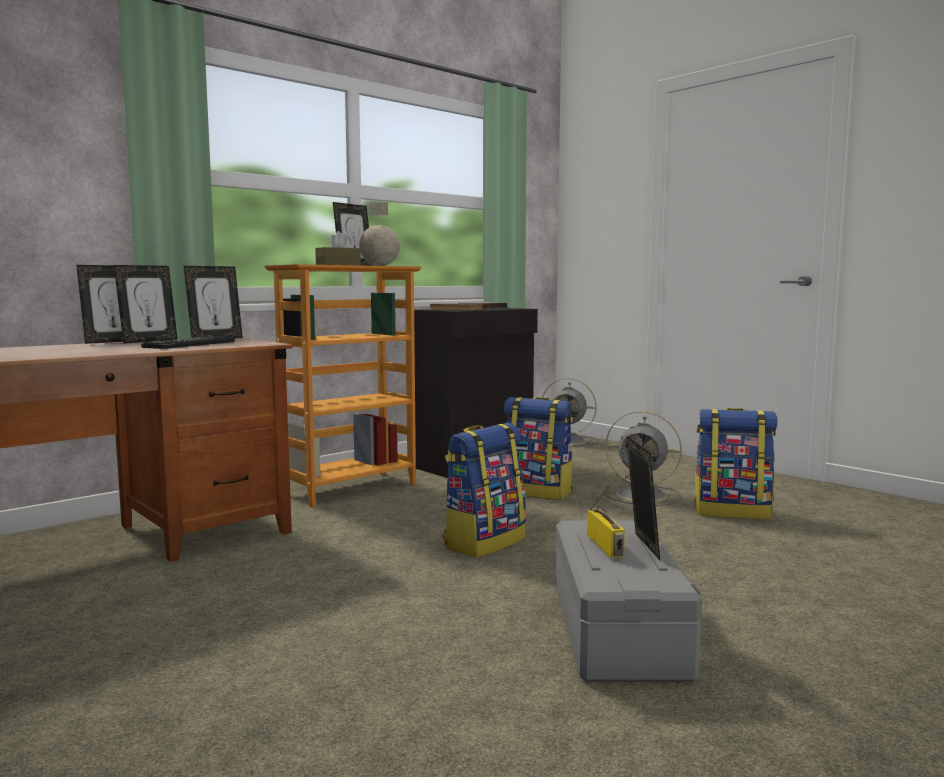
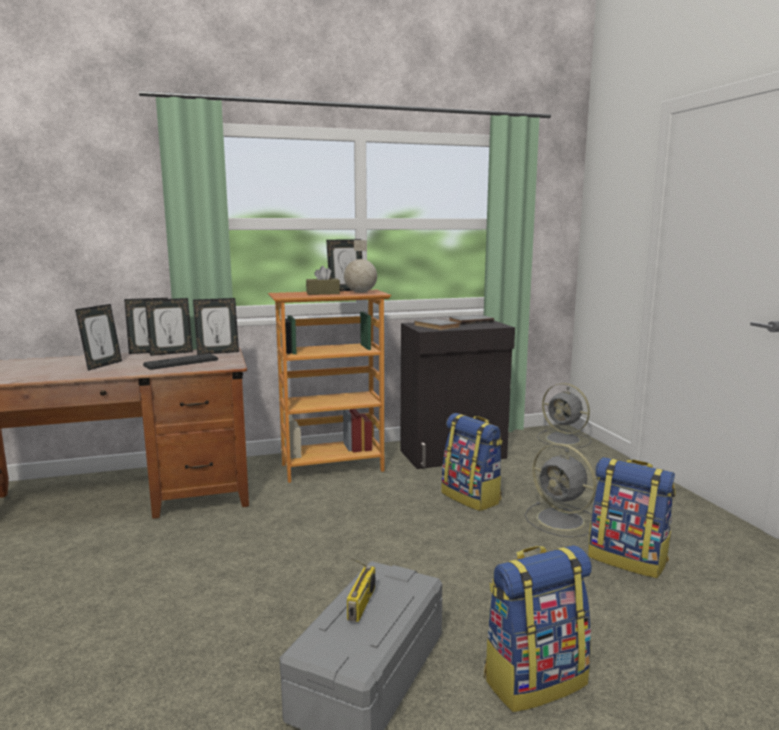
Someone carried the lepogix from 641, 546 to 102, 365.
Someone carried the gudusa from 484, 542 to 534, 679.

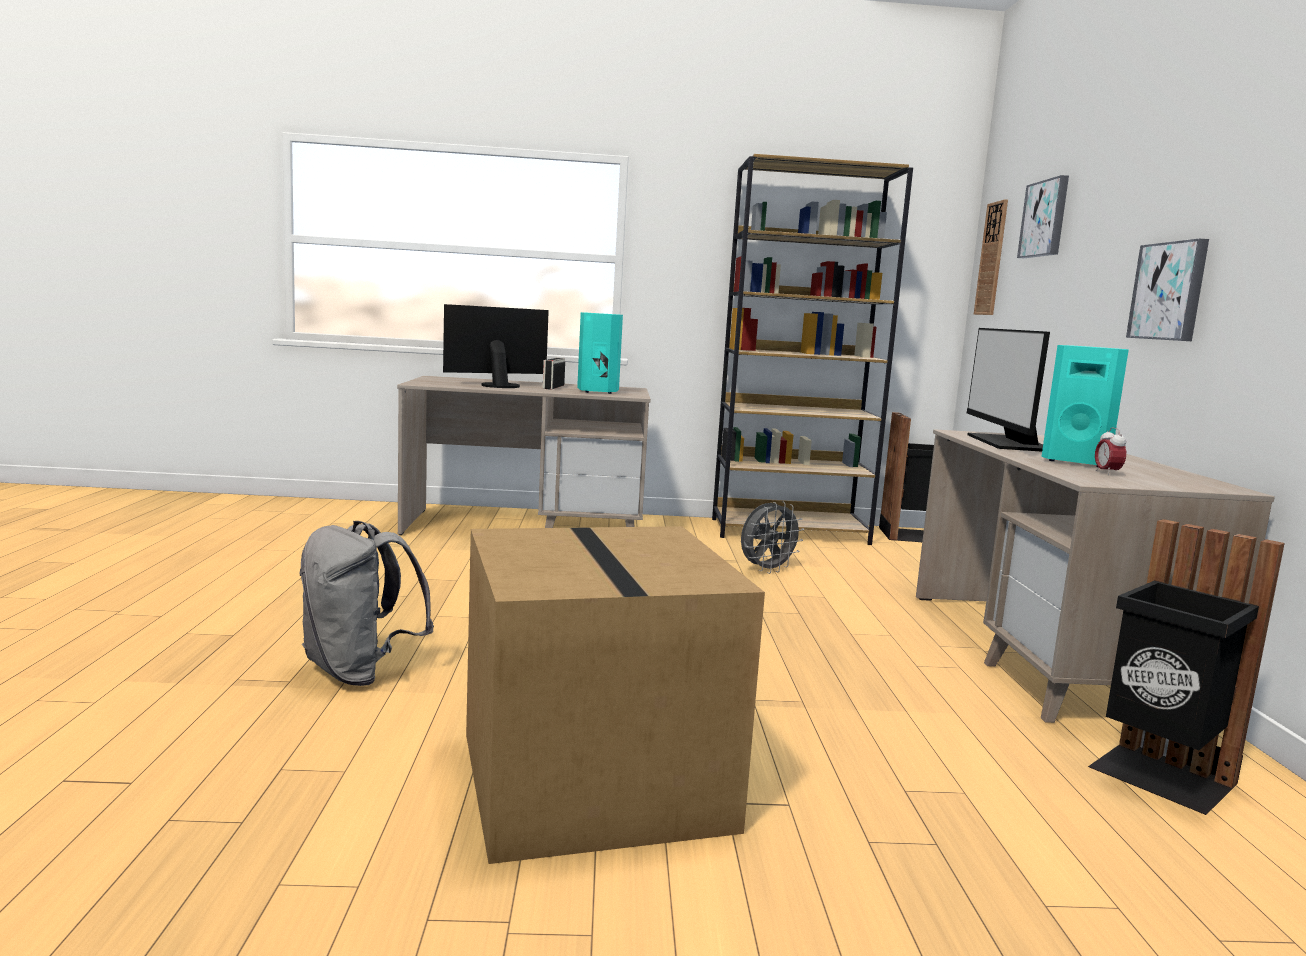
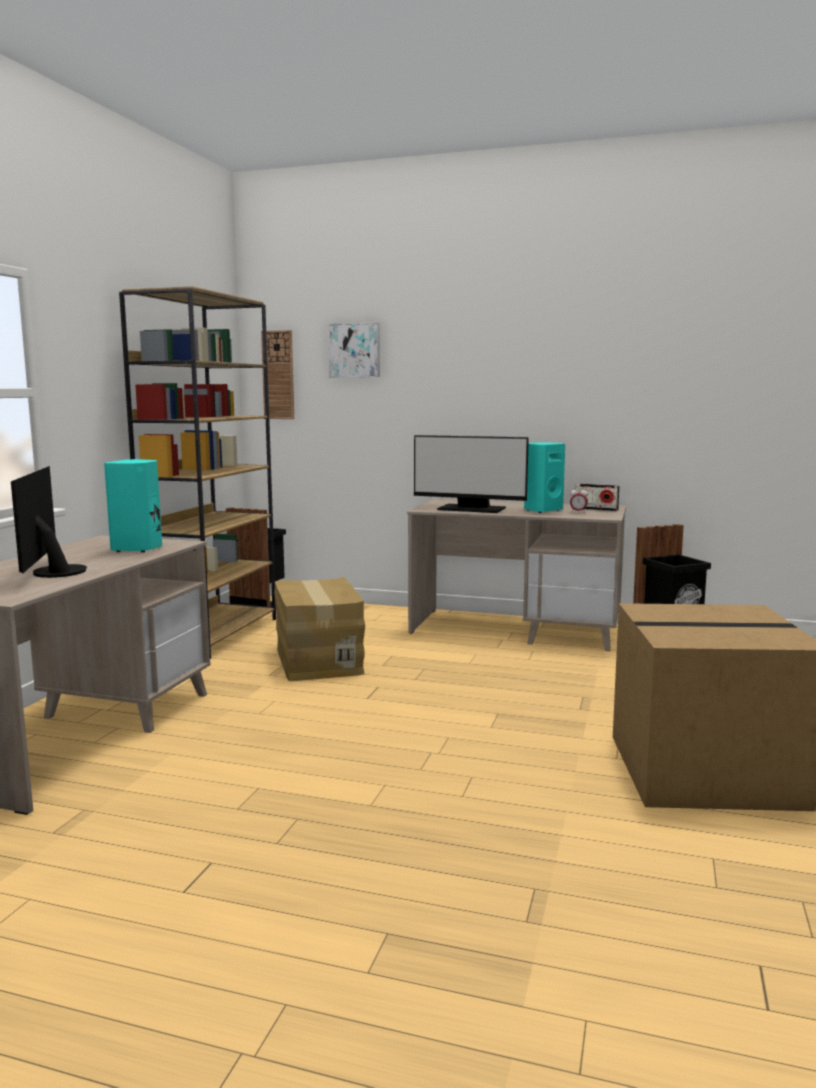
Someone swapped the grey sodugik at 767, 570 for the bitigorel at 317, 660.
Someone carried the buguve from 553, 387 to 595, 509.
Someone took away the grey gudusa at 359, 672.
Someone took away the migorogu at 1169, 291.

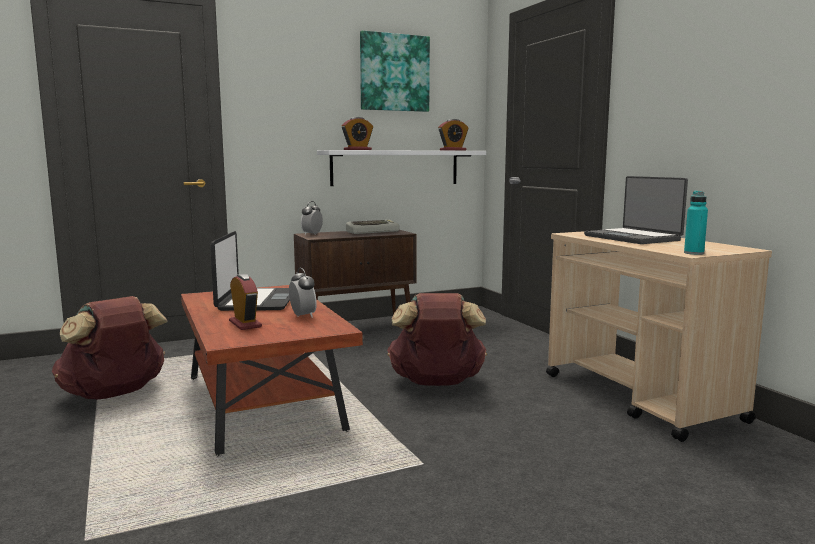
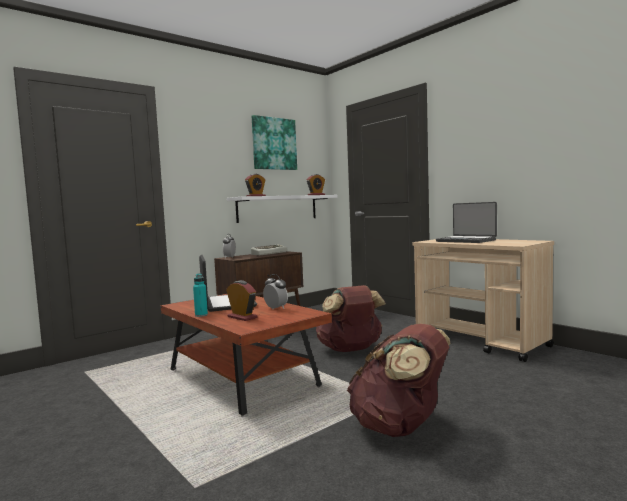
Someone carried the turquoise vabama from 693, 253 to 201, 315.
Someone carried the brown gudusa from 115, 394 to 400, 427.

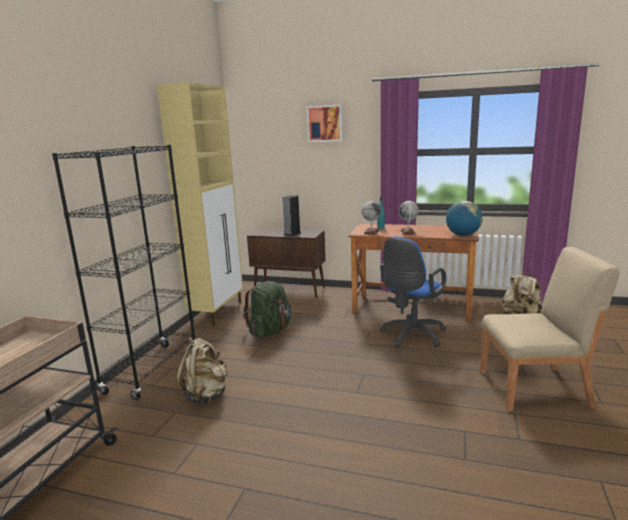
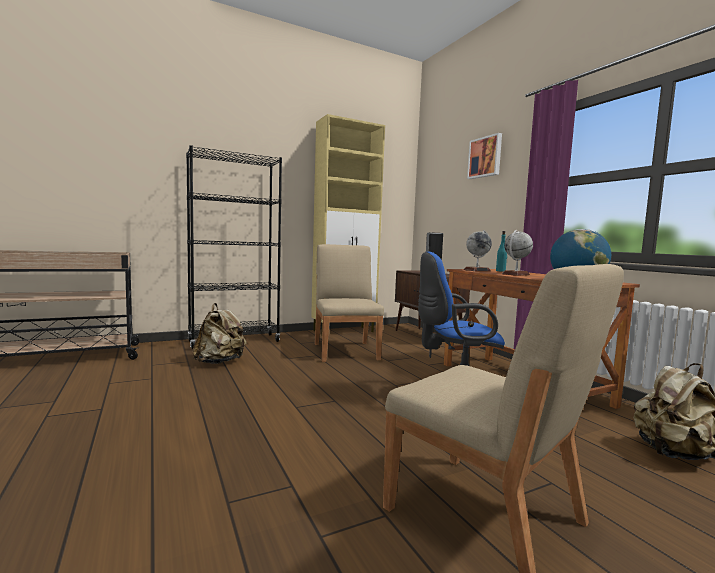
Someone swapped the green gudusa at 270, 331 for the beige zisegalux at 346, 351.

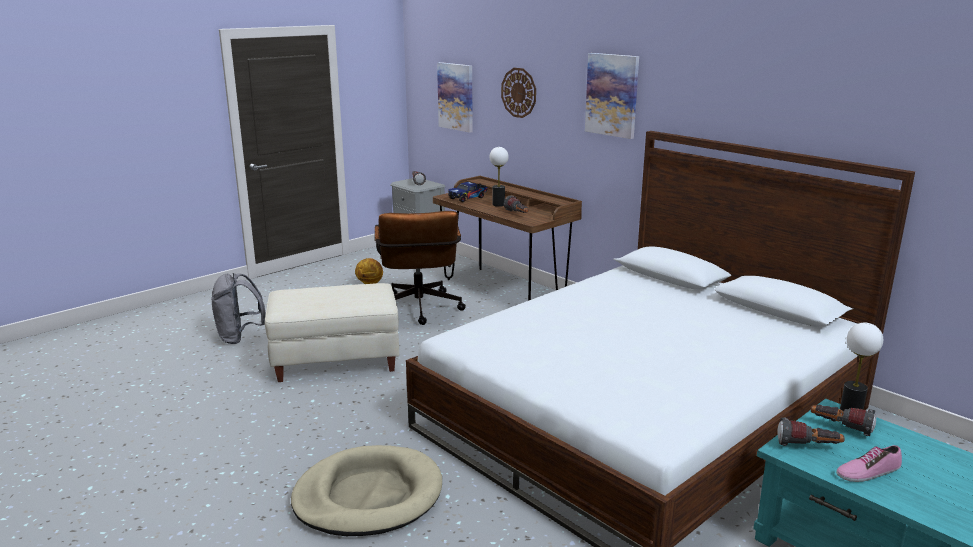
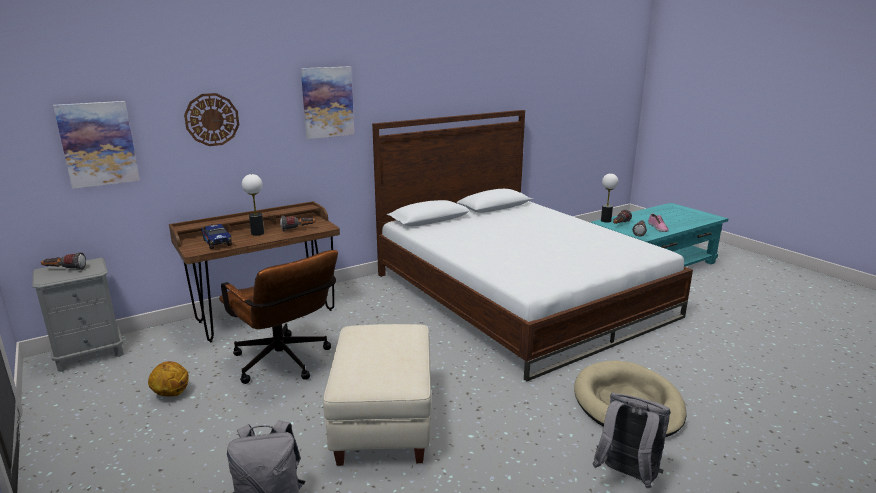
Someone rotated the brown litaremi at 419, 311 by 45 degrees clockwise.
Someone put down the grey gudusa at 626, 476.

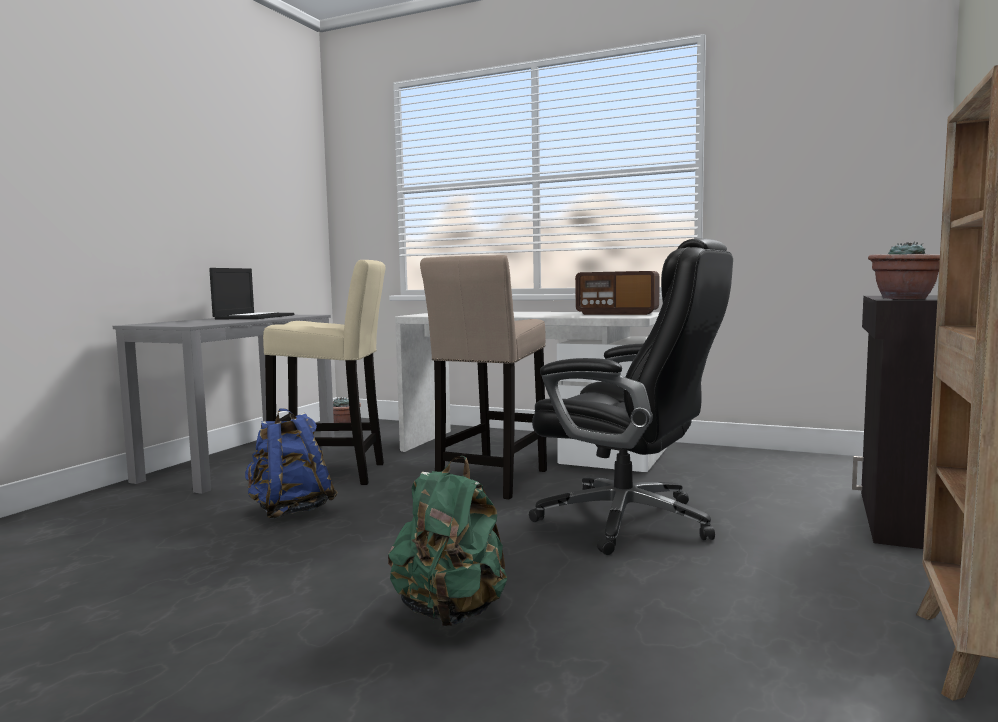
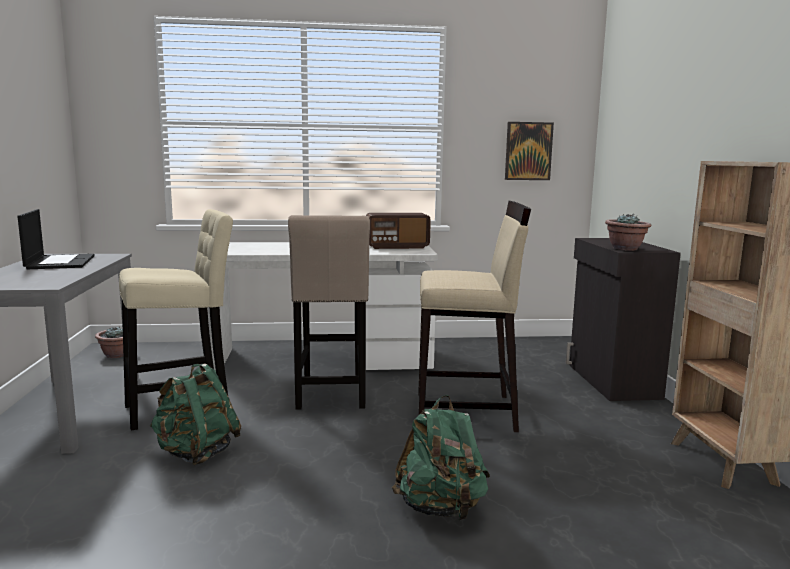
Someone repainted the blue gudusa at 290, 511, which became the green gudusa at 196, 453.
Someone swapped the black litaremi at 629, 521 for the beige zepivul at 466, 412.
Someone put up the migorogu at 528, 151.

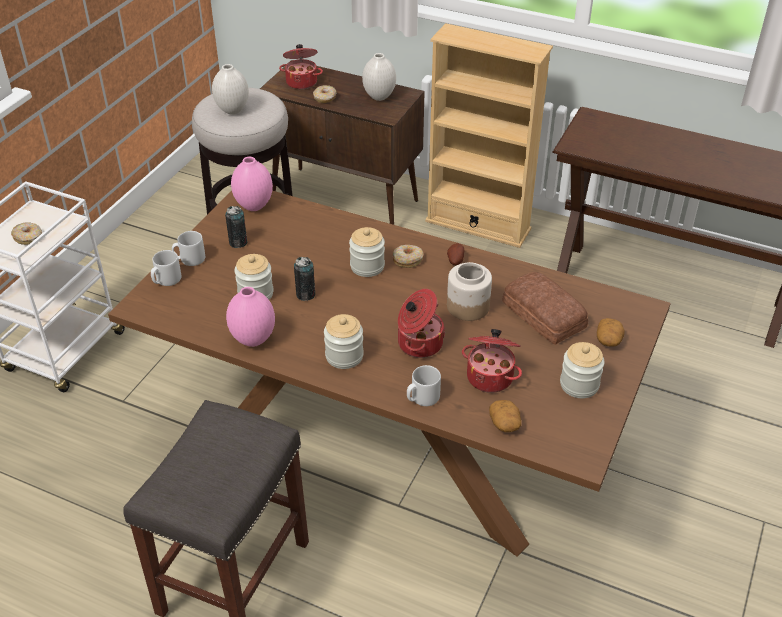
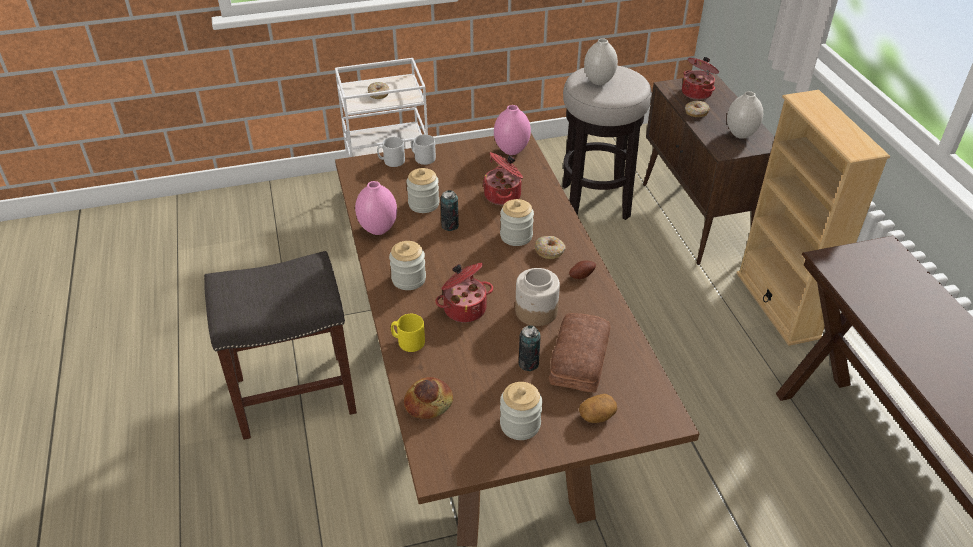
Someone repainted the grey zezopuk at 422, 398, which became the yellow zezopuk at 408, 342.
Someone swapped the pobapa at 505, 423 for the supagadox at 428, 402.
Someone carried the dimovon from 490, 376 to 503, 195.
Someone carried the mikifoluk from 238, 243 to 528, 363.

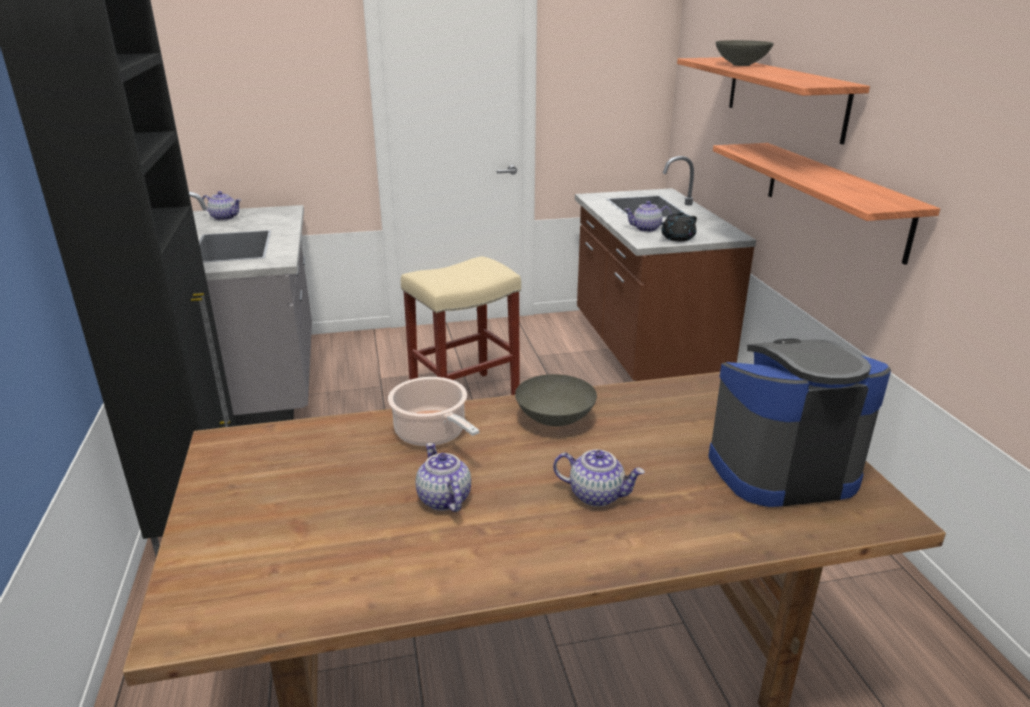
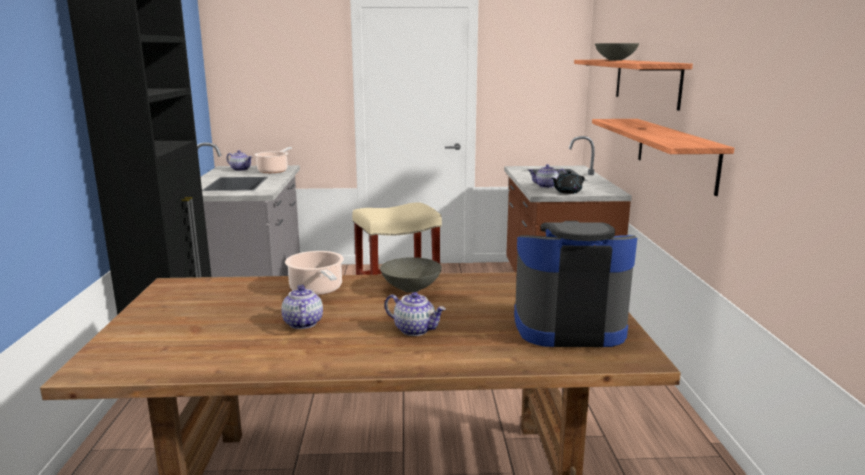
Someone put down the dimovon at 274, 171.

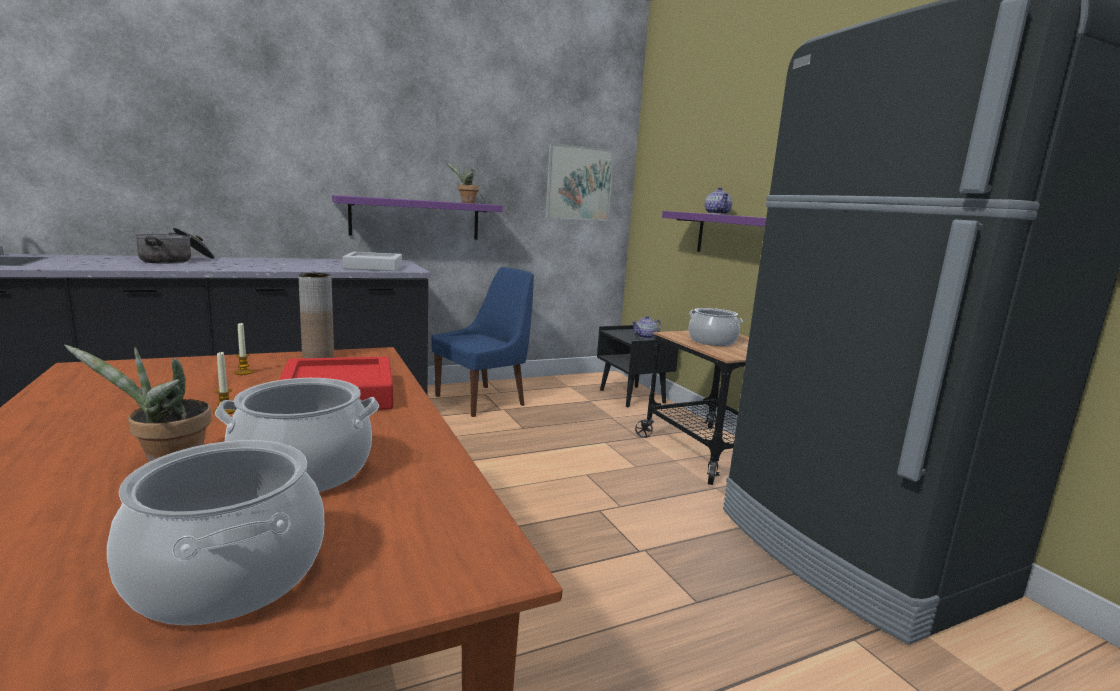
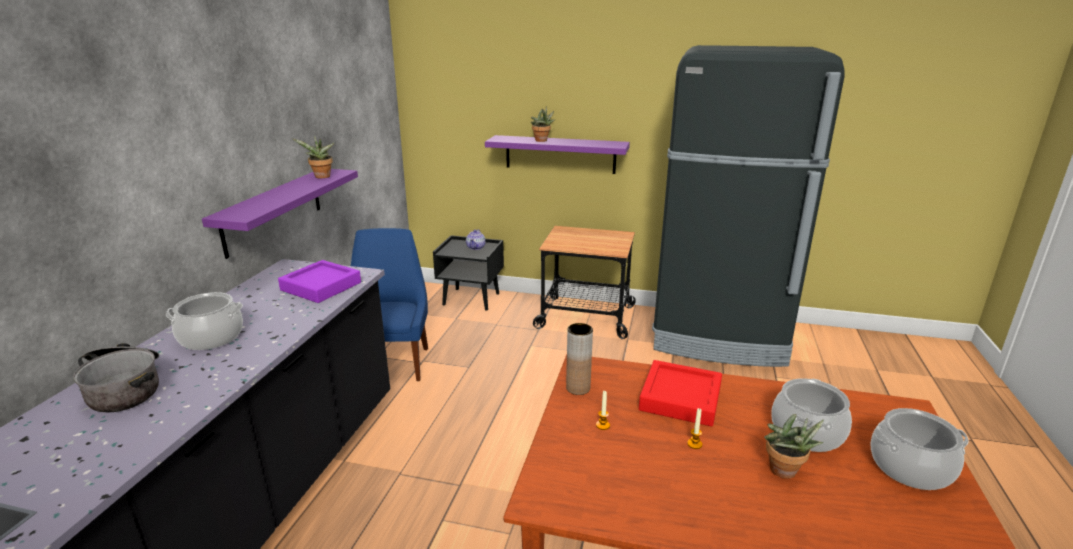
Someone carried the dimovon from 711, 341 to 211, 338.
Someone repainted the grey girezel at 373, 267, which became the purple girezel at 321, 286.
Someone swapped the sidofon at 717, 214 for the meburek at 542, 141.
Someone took away the migorogu at 579, 183.

